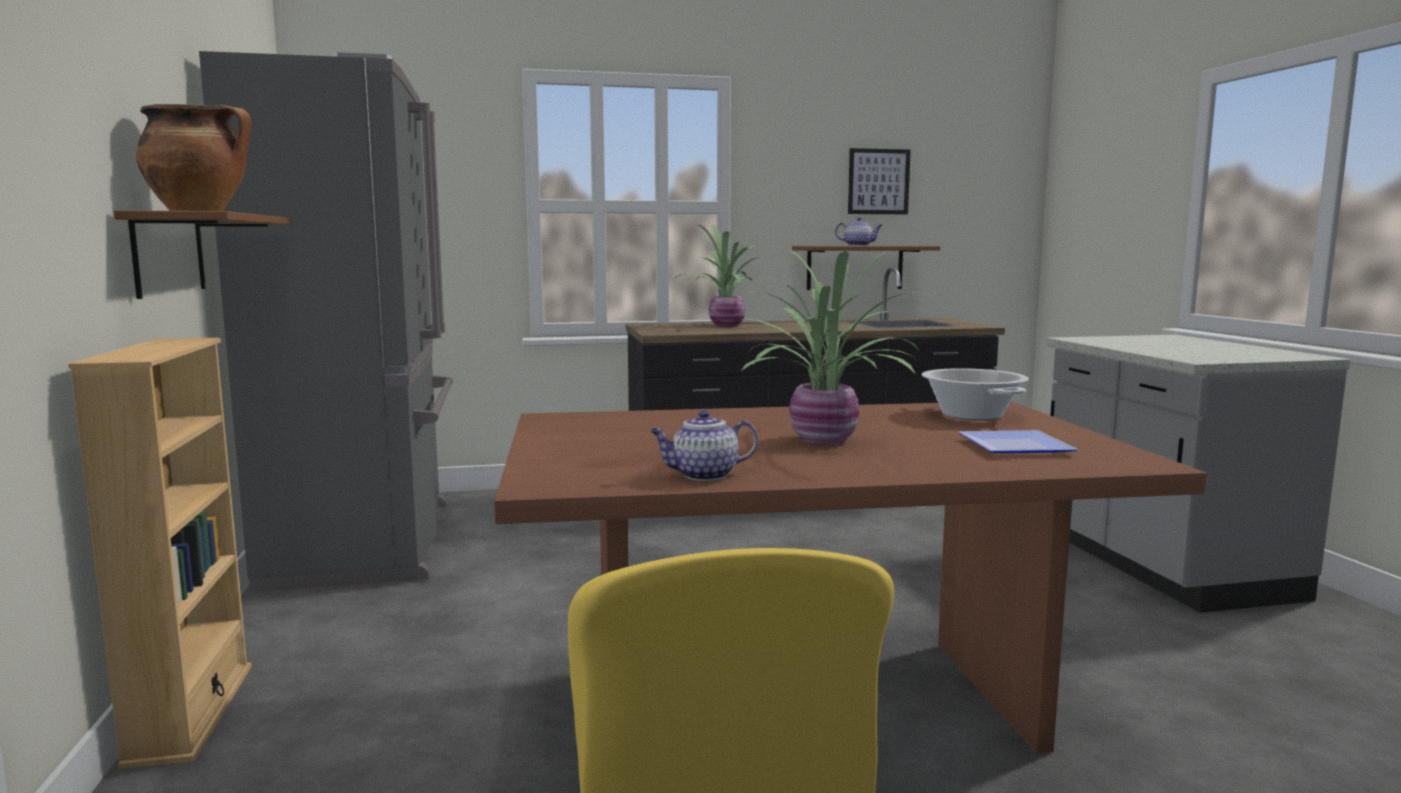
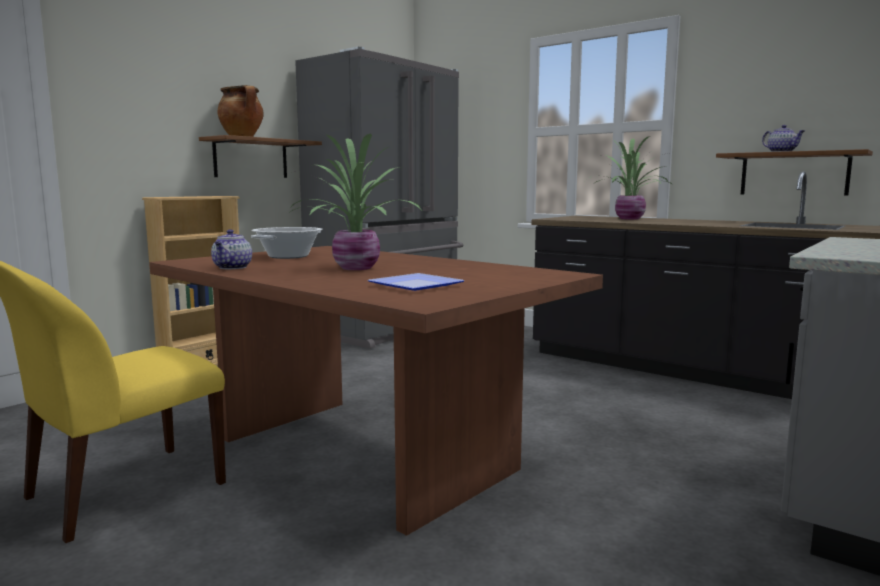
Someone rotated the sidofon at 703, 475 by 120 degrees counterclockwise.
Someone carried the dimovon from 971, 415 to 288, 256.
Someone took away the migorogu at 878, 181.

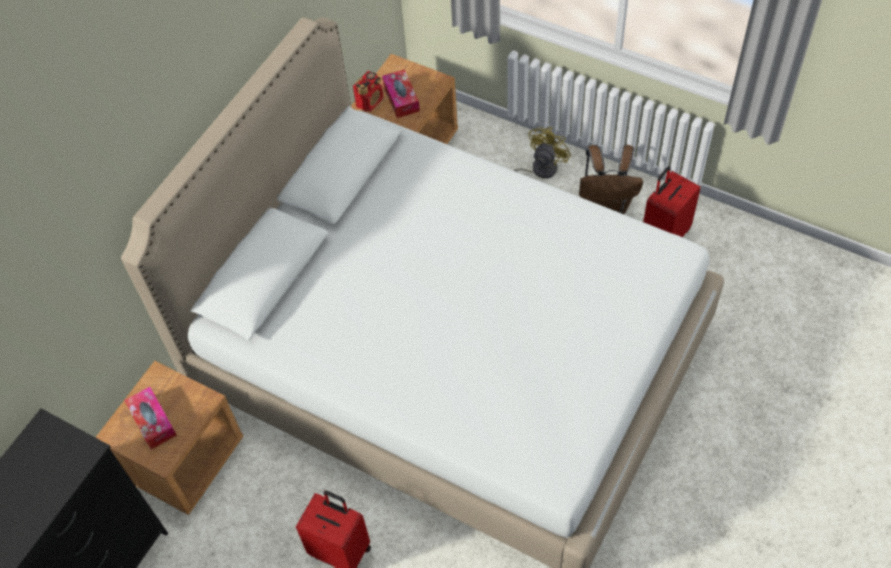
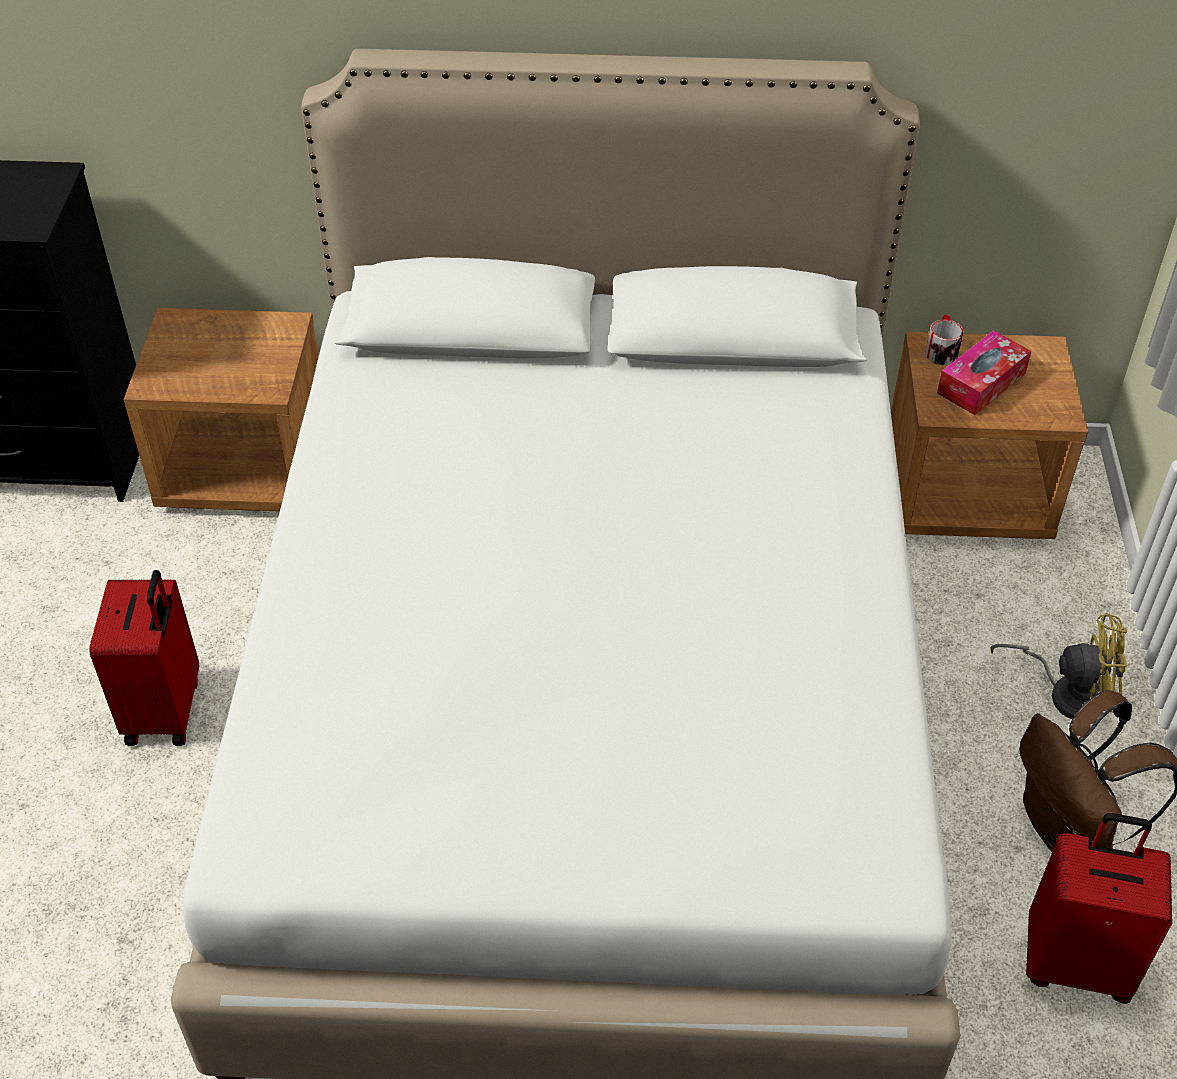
Someone swapped the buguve at 370, 102 for the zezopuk at 941, 350.
Someone took away the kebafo at 152, 421.

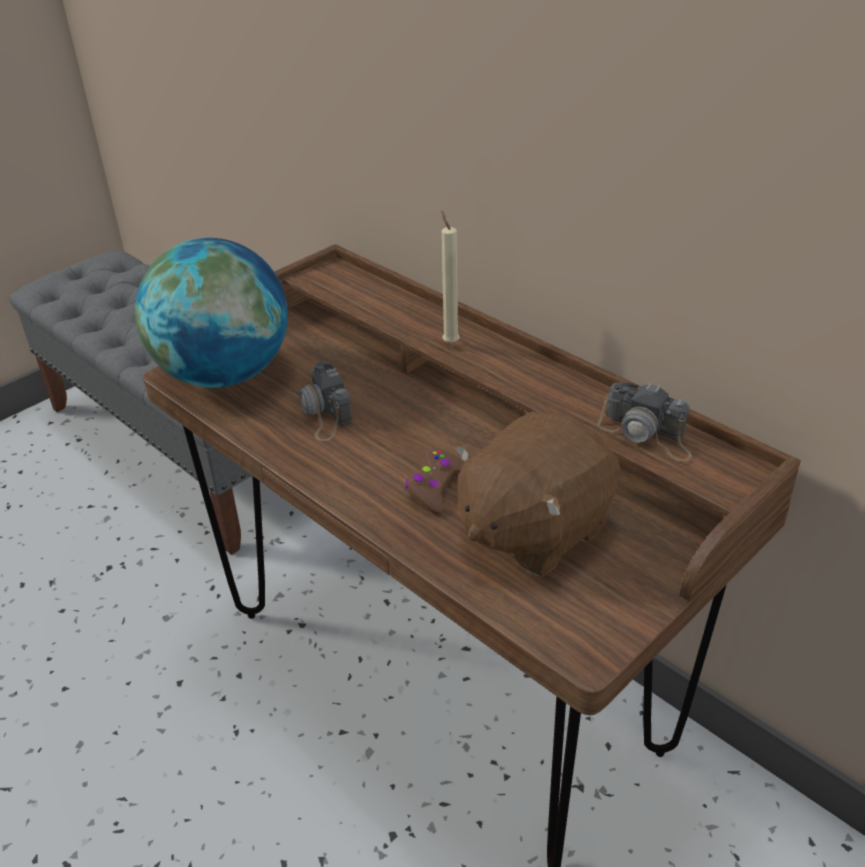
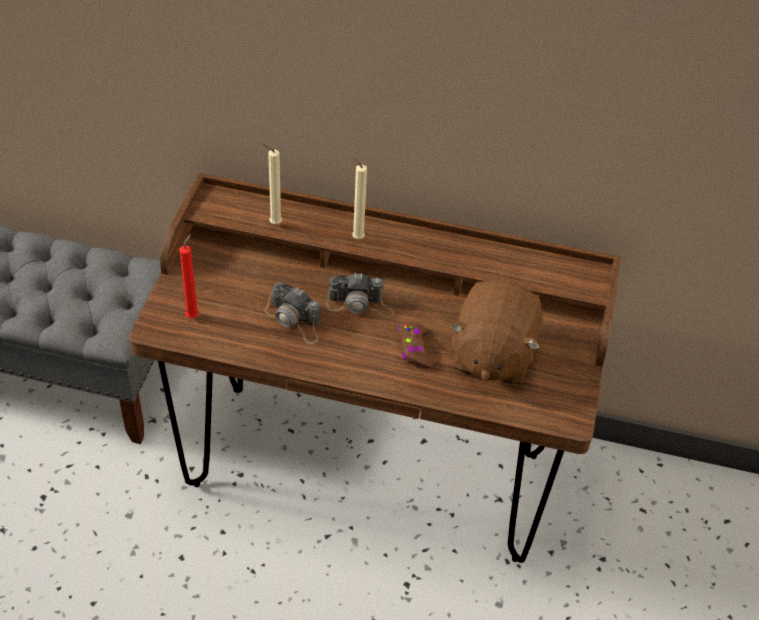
Someone swapped the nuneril at 224, 375 for the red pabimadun at 194, 315.
Someone put down the beige pabimadun at 273, 223.
Someone carried the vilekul from 647, 434 to 360, 304.

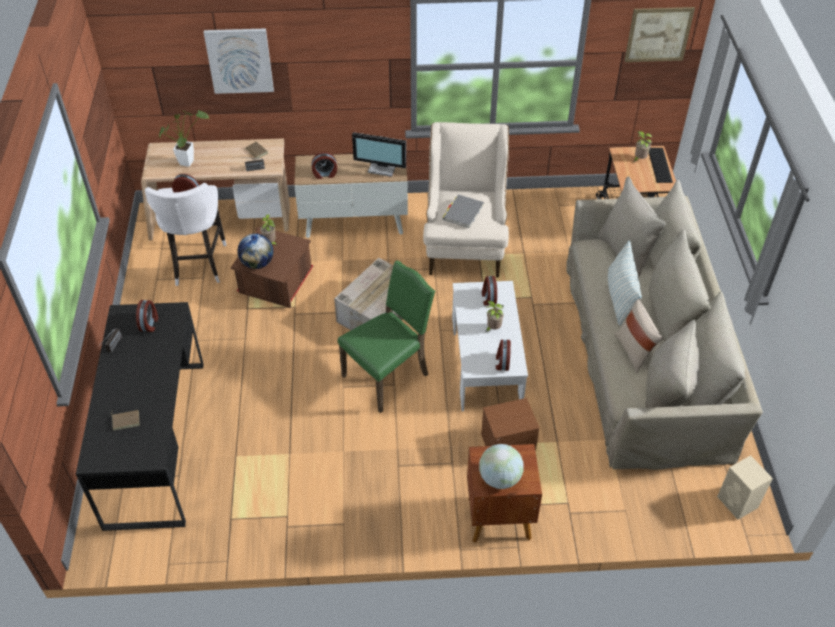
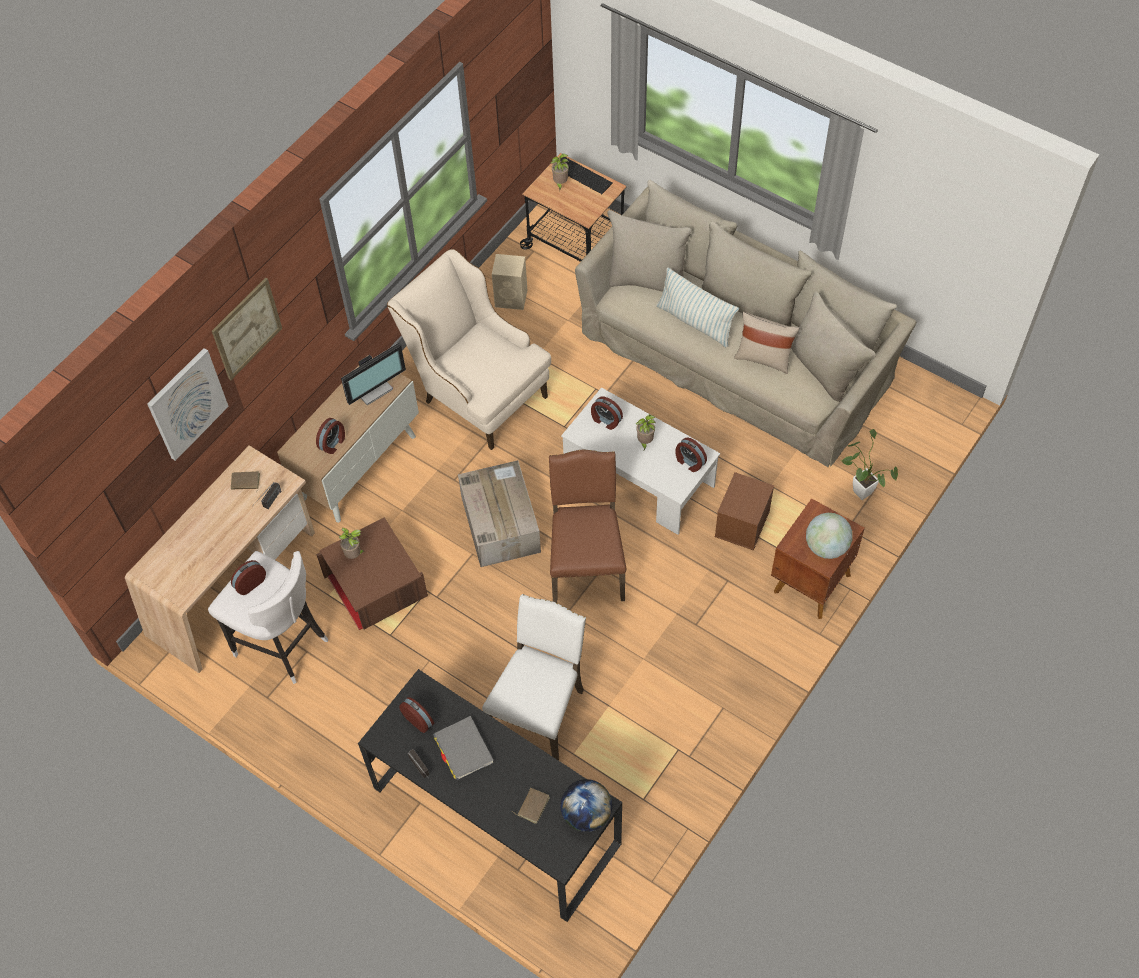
Someone carried the migorogu from 658, 34 to 247, 328.
Someone carried the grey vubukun from 463, 213 to 463, 749.
Someone put down the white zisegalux at 539, 711.
Someone carried the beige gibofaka from 738, 503 to 512, 298.
Someone repainted the green zisegalux at 388, 375, which became the brown zisegalux at 586, 566.
Someone carried the nuneril from 257, 263 to 586, 814.
Someone carried the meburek from 188, 160 to 859, 490.

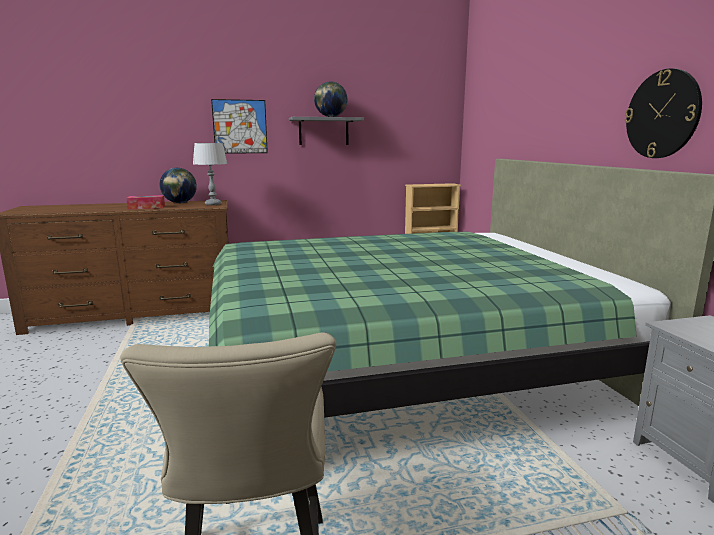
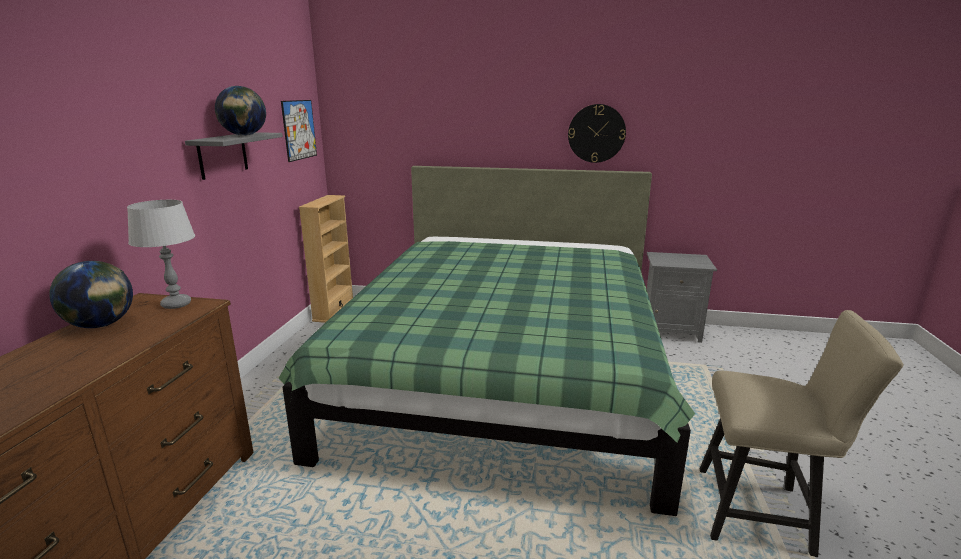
Someone carried the migorogu from 240, 126 to 299, 130.
Someone took away the kebafo at 146, 207.

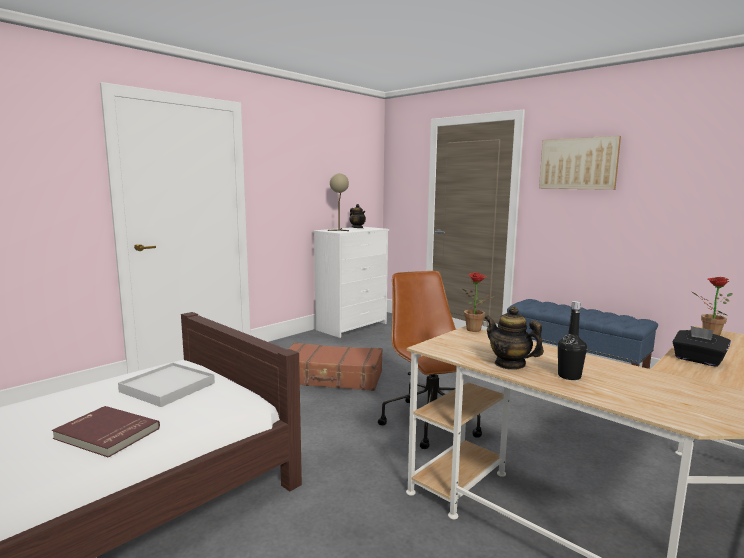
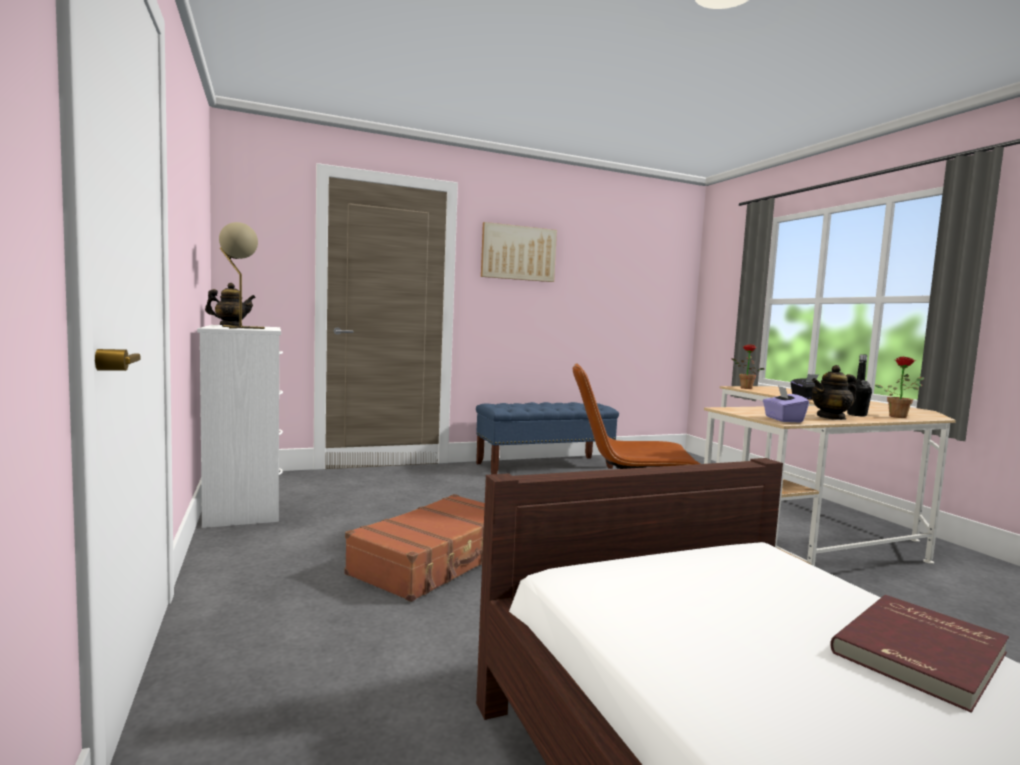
Someone put down the purple kebafo at 783, 419.
Someone carried the meburek from 476, 330 to 899, 416.
Someone took away the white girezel at 167, 387.

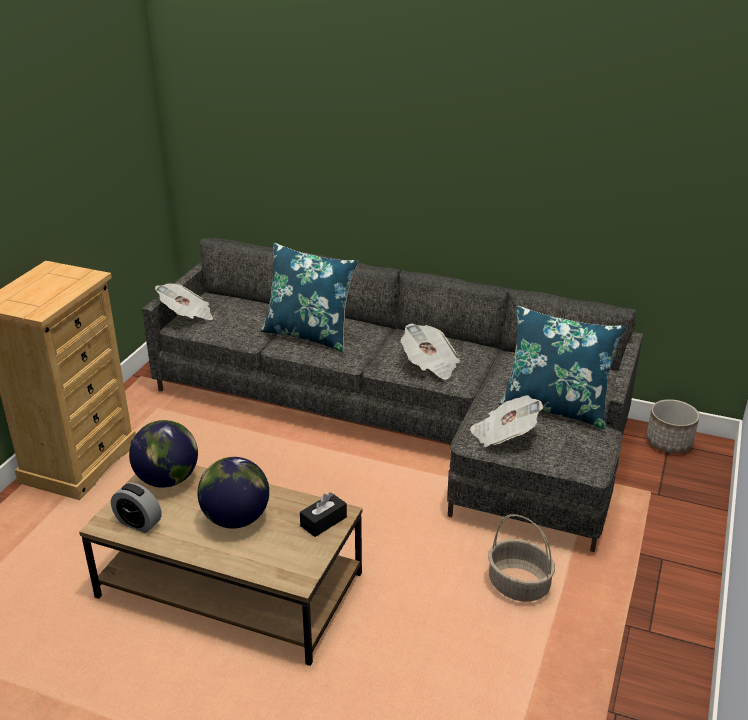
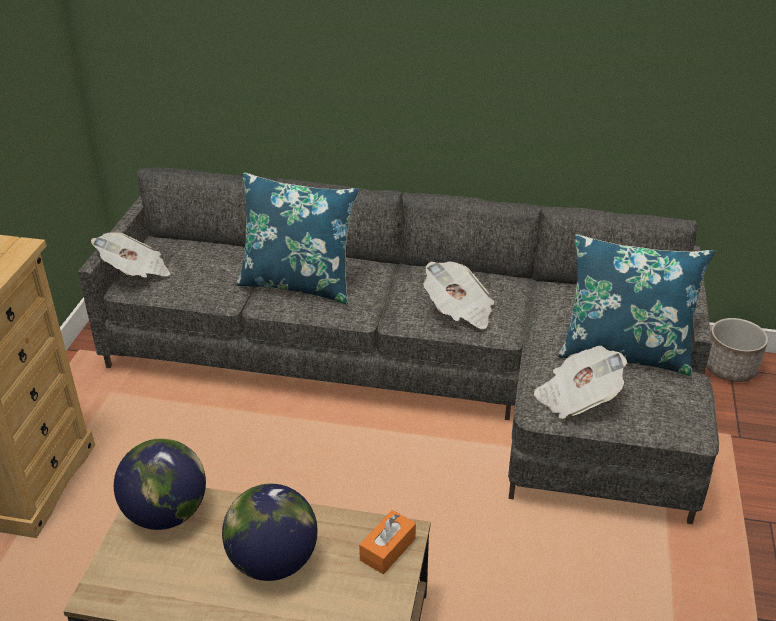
Someone repainted the black kebafo at 323, 521, which became the orange kebafo at 387, 549.
Someone took away the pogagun at 138, 523.
Someone took away the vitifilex at 517, 585.

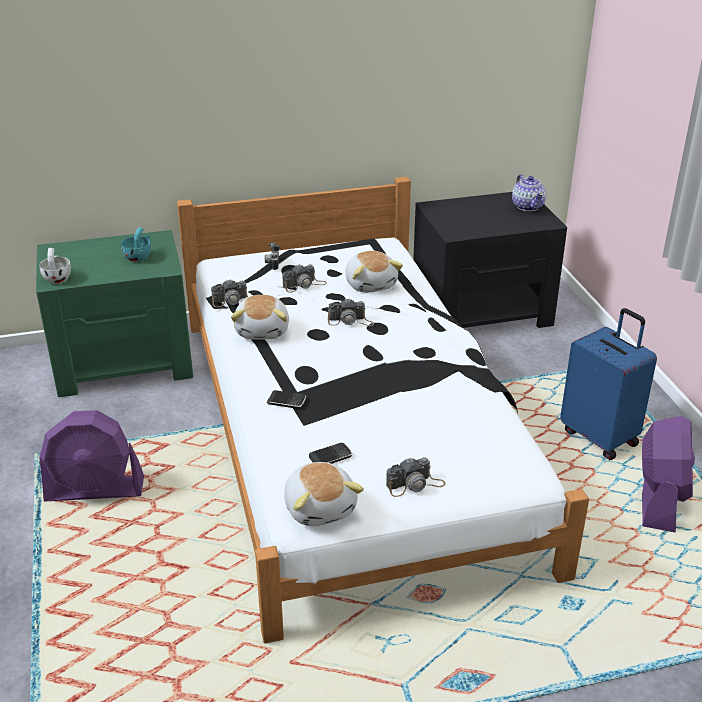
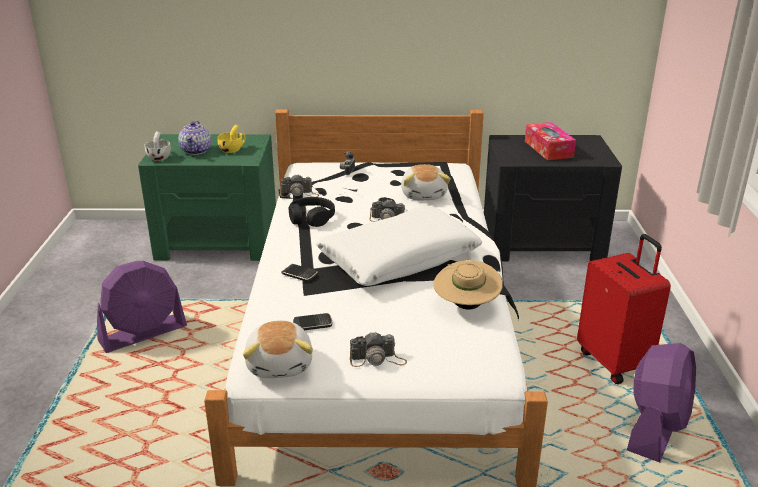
Someone rotated the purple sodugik at 95, 490 by 45 degrees counterclockwise.
Someone carried the sidofon from 528, 206 to 196, 151.
Someone repainted the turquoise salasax at 139, 256, which became the yellow salasax at 233, 150.
Someone swapped the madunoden at 263, 330 for the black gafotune at 311, 218.
Someone put down the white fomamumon at 399, 259.
Someone put down the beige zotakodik at 466, 306.
Someone put down the kebafo at 548, 149.
Someone repainted the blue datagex at 600, 437, which became the red datagex at 615, 362.
Someone took away the vilekul at 304, 285.

